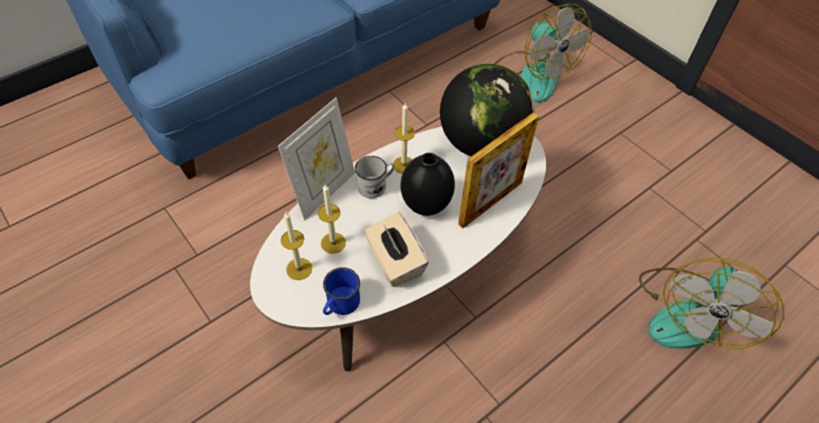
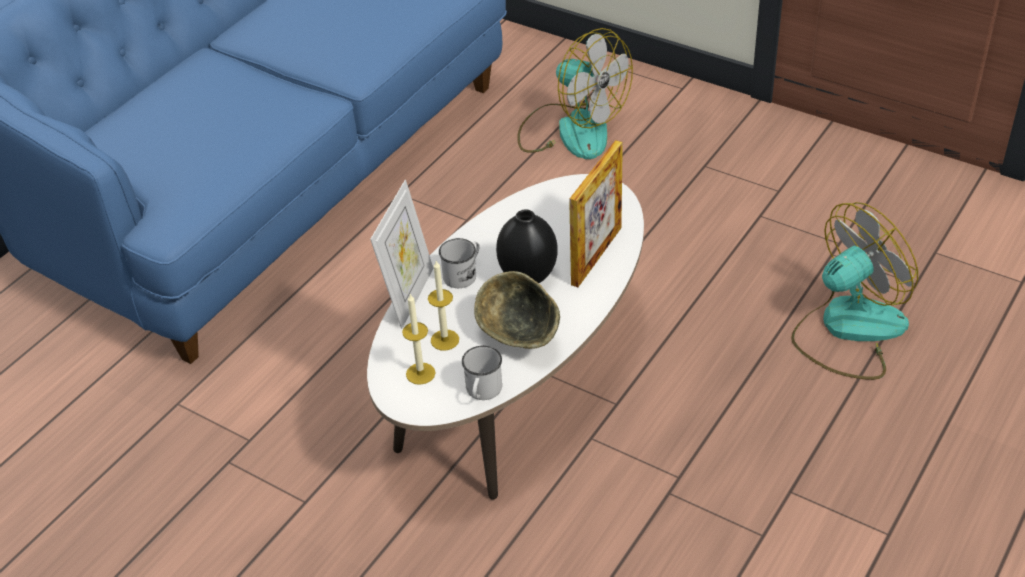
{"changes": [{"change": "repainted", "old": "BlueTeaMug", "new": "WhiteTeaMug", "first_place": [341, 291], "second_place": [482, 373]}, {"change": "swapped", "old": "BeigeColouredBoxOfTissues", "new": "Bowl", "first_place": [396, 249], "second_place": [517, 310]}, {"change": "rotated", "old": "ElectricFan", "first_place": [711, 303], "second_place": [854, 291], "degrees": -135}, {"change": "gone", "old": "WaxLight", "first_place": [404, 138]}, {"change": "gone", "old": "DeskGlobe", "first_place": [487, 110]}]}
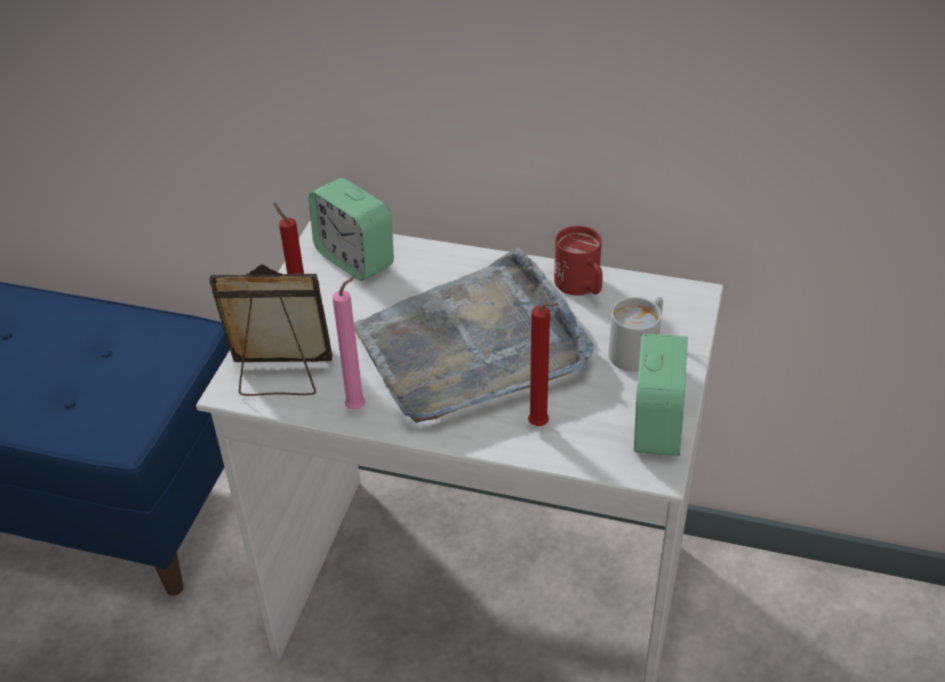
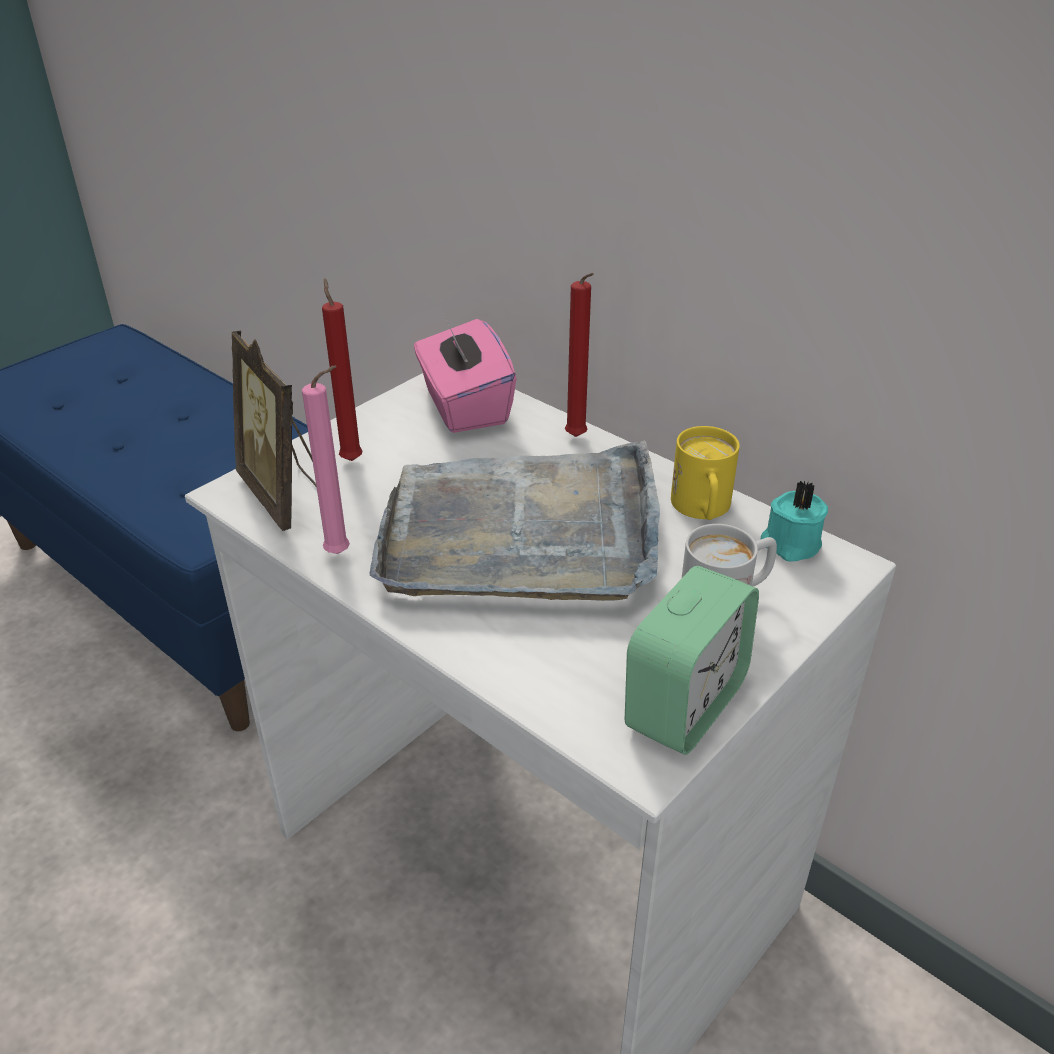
{"changes": [{"change": "rotated", "old": "StandingFrame", "first_place": [270, 330], "second_place": [274, 431], "degrees": -150}, {"change": "swapped", "old": "AlarmClock", "new": "PinkColouredBoxOfTissues", "first_place": [351, 229], "second_place": [465, 372]}, {"change": "shifted", "old": "ReddishWaxLight", "first_place": [543, 364], "second_place": [579, 355]}, {"change": "repainted", "old": "ReddishTeaMug", "new": "YellowishTeaMug", "first_place": [578, 260], "second_place": [705, 473]}, {"change": "new", "new": "TurquoiseWaxLight", "second_place": [794, 521]}]}
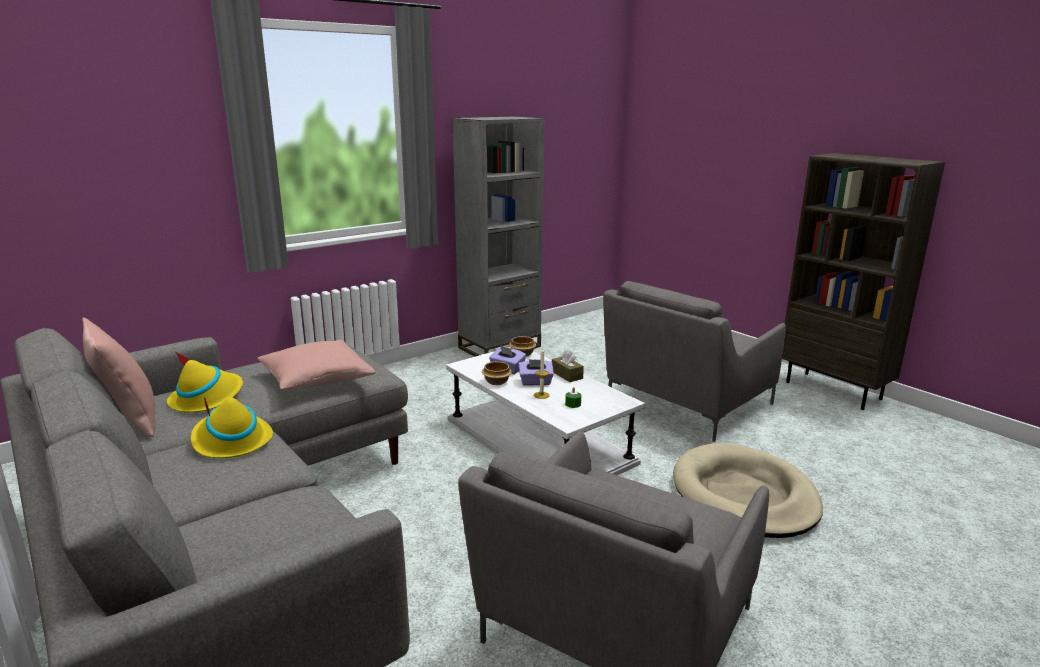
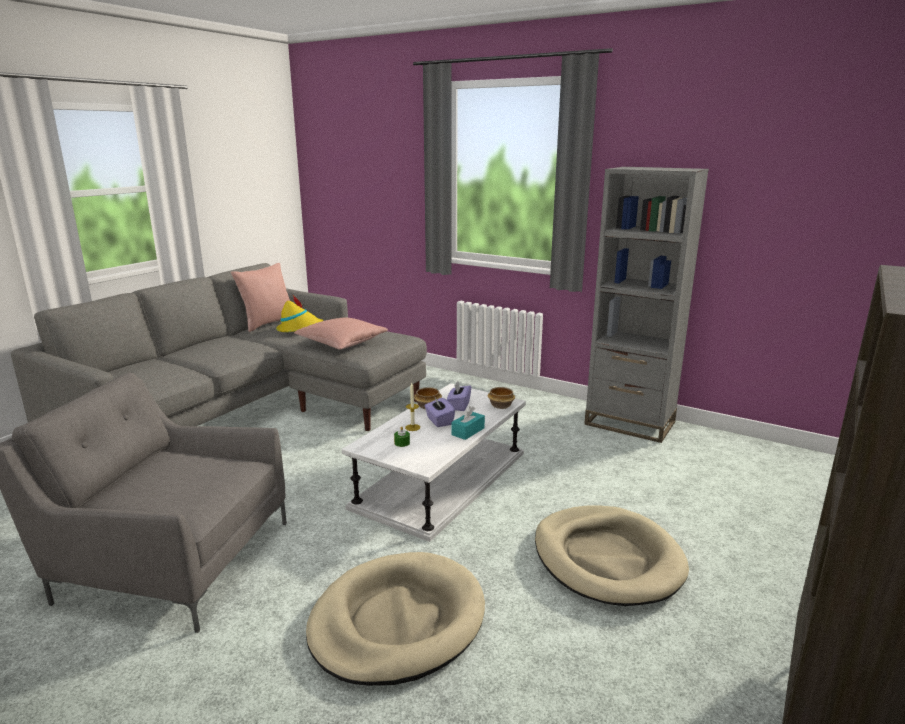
{"changes": [{"change": "repainted", "old": "BrownBoxOfTissues", "new": "TurquoiseBoxOfTissues", "first_place": [568, 366], "second_place": [468, 423]}, {"change": "swapped", "old": "GreyArmchair", "new": "BeigeColouredPetBed", "first_place": [694, 361], "second_place": [612, 555]}, {"change": "gone", "old": "YellowishWearableHat", "first_place": [232, 427]}]}
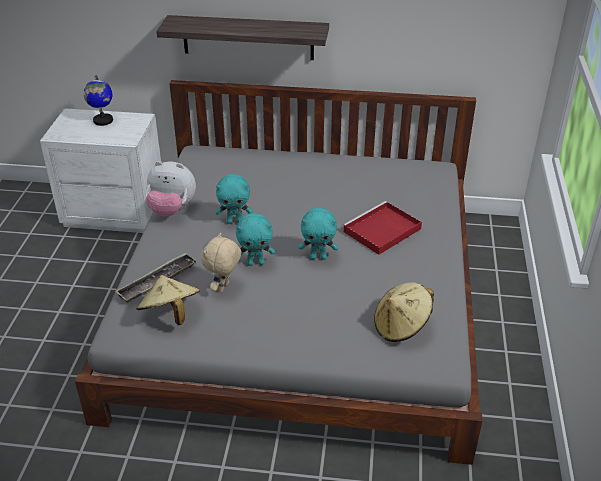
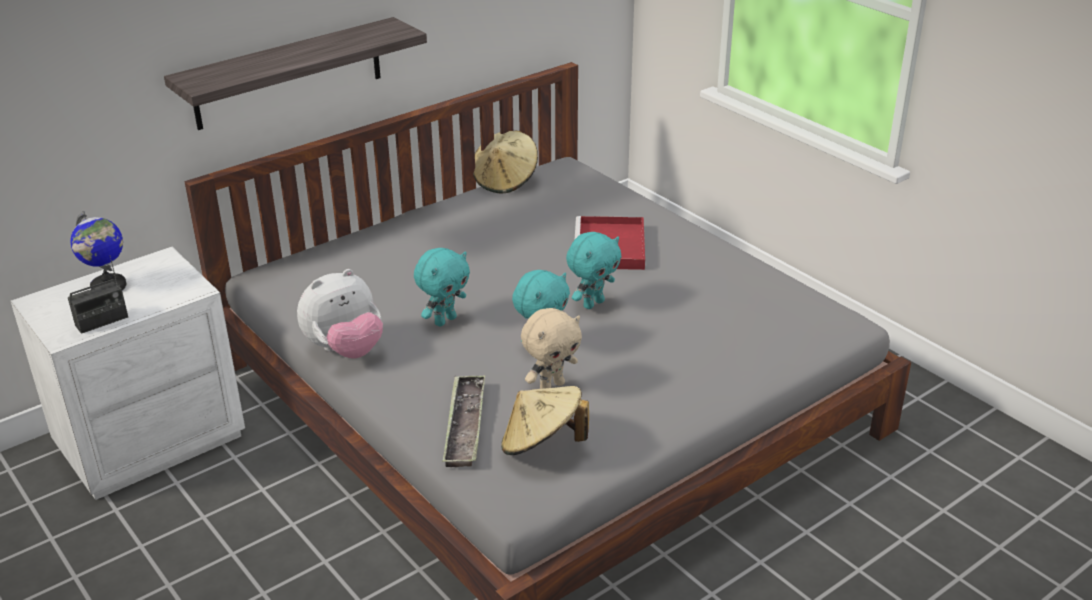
{"changes": [{"change": "new", "new": "RadioSet", "second_place": [98, 294]}, {"change": "shifted", "old": "BeigeColouredWearableHat", "first_place": [404, 312], "second_place": [505, 161]}, {"change": "rotated", "old": "BeigeColouredSoftToy", "first_place": [221, 262], "second_place": [551, 348], "degrees": -105}]}
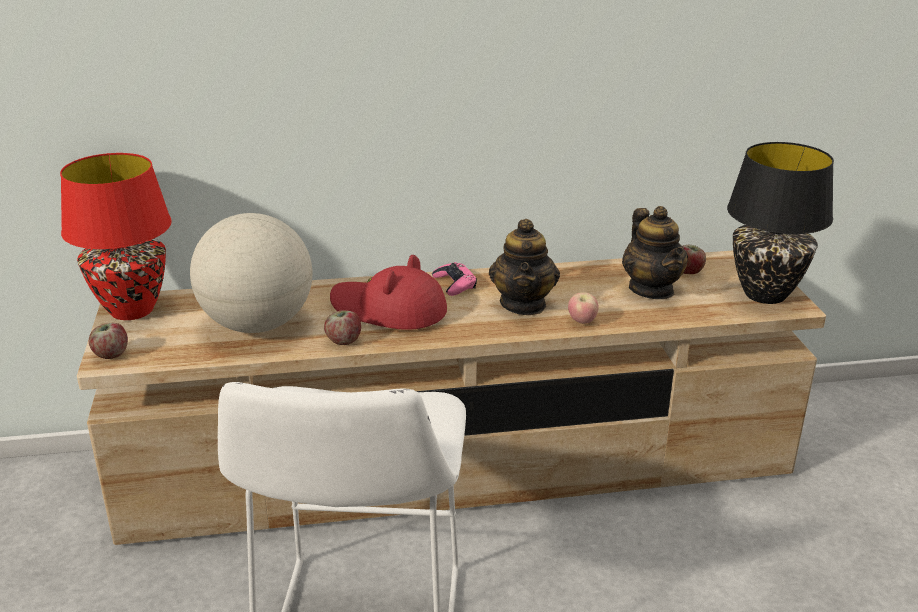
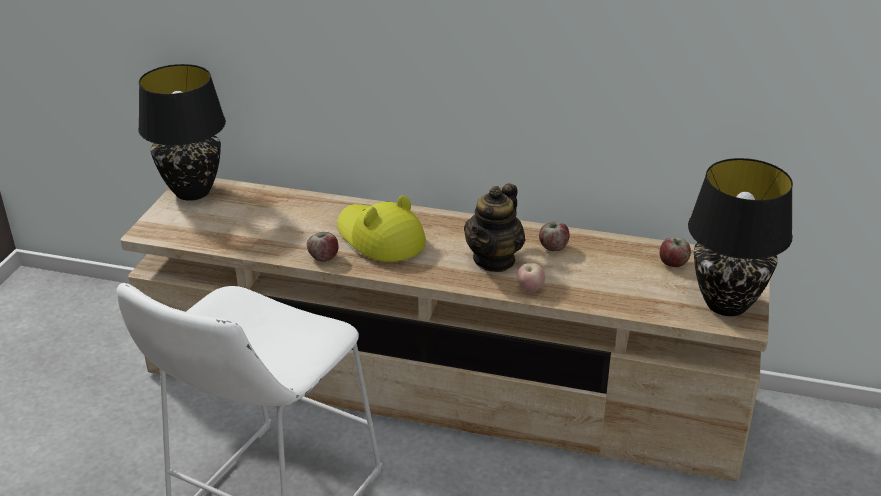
{"changes": [{"change": "repainted", "old": "ReddishTabletopLamp", "new": "BlackishTabletopLamp", "first_place": [116, 236], "second_place": [182, 132]}, {"change": "repainted", "old": "ReddishWearableHat", "new": "YellowishWearableHat", "first_place": [388, 292], "second_place": [381, 229]}, {"change": "shifted", "old": "AppleFruit", "first_place": [108, 341], "second_place": [554, 236]}, {"change": "gone", "old": "DeskGlobe", "first_place": [251, 273]}, {"change": "gone", "old": "PinkColouredGameController", "first_place": [454, 279]}, {"change": "gone", "old": "TeaPot", "first_place": [655, 252]}]}
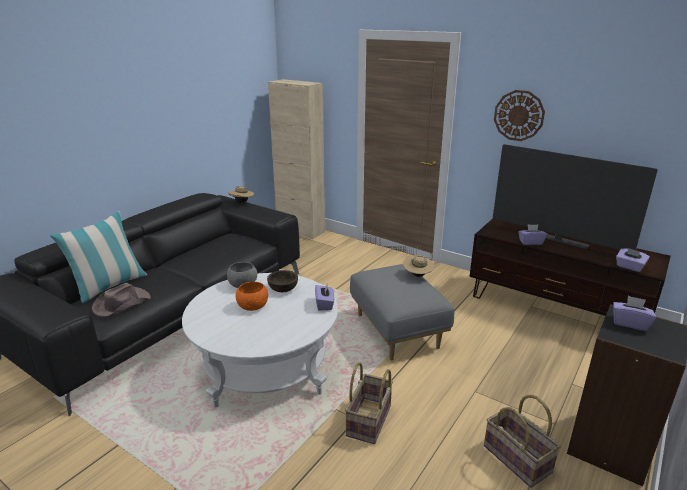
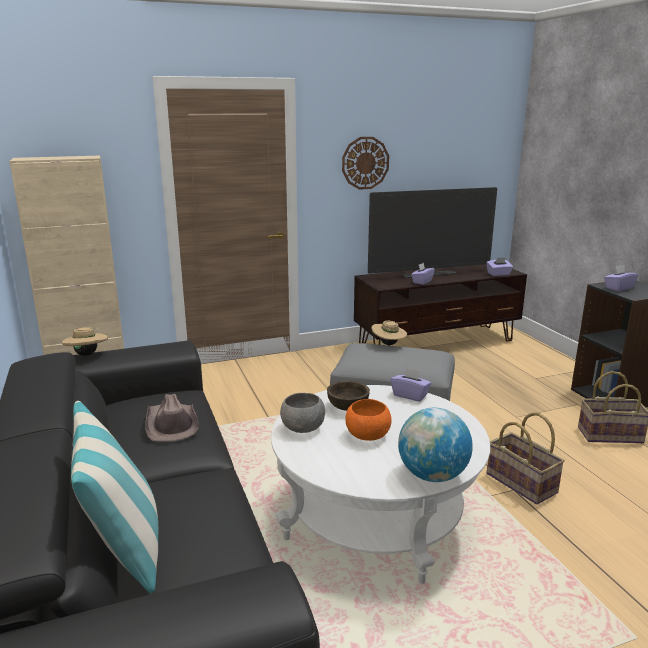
{"changes": [{"change": "shifted", "old": "BrownWearableHat", "first_place": [121, 300], "second_place": [171, 418]}, {"change": "new", "new": "DeskGlobe", "second_place": [435, 445]}]}
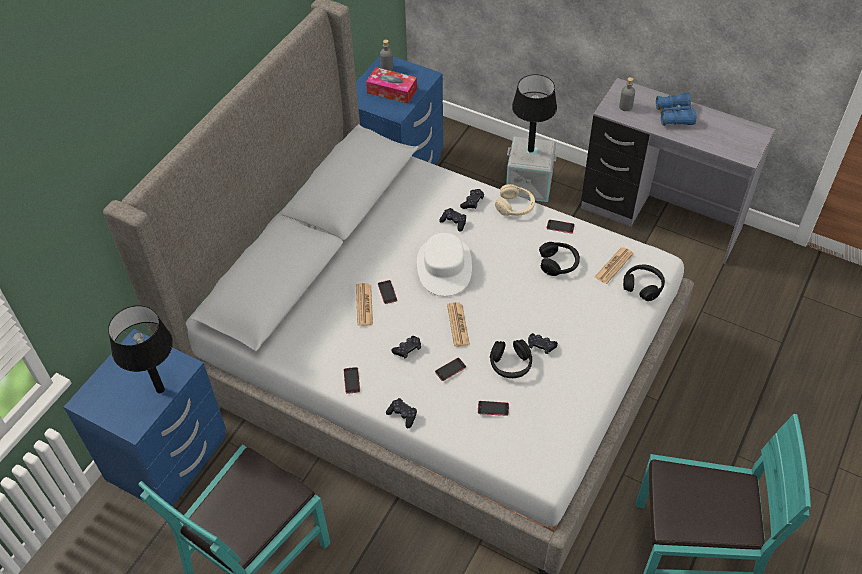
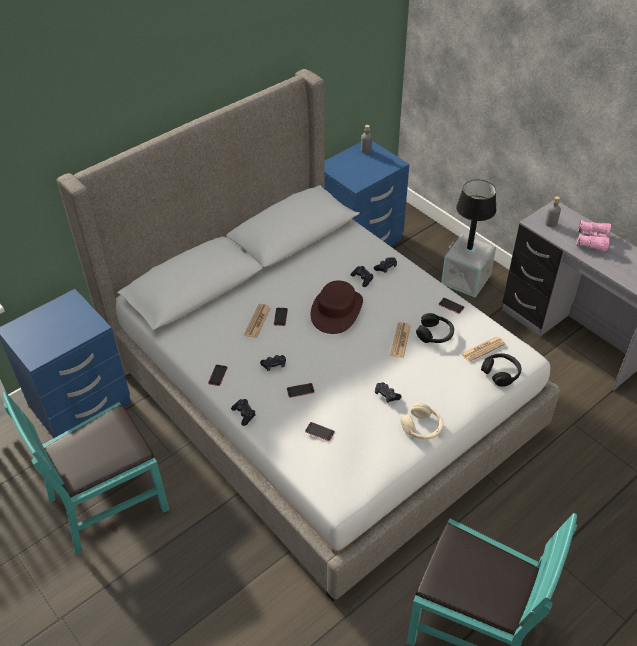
{"changes": [{"change": "repainted", "old": "WhiteWearableHat", "new": "BrownWearableHat", "first_place": [444, 264], "second_place": [337, 307]}, {"change": "shifted", "old": "PrintedPaper", "first_place": [458, 324], "second_place": [400, 340]}, {"change": "shifted", "old": "BeigeColouredHeadset", "first_place": [515, 200], "second_place": [421, 421]}, {"change": "repainted", "old": "BluePairOfBinoculars", "new": "PinkColouredPairOfBinoculars", "first_place": [676, 109], "second_place": [594, 236]}, {"change": "gone", "old": "BlackishTabletopLamp", "first_place": [140, 349]}, {"change": "gone", "old": "BoxOfTissues", "first_place": [391, 85]}, {"change": "gone", "old": "BlackishHeadset", "first_place": [511, 359]}]}
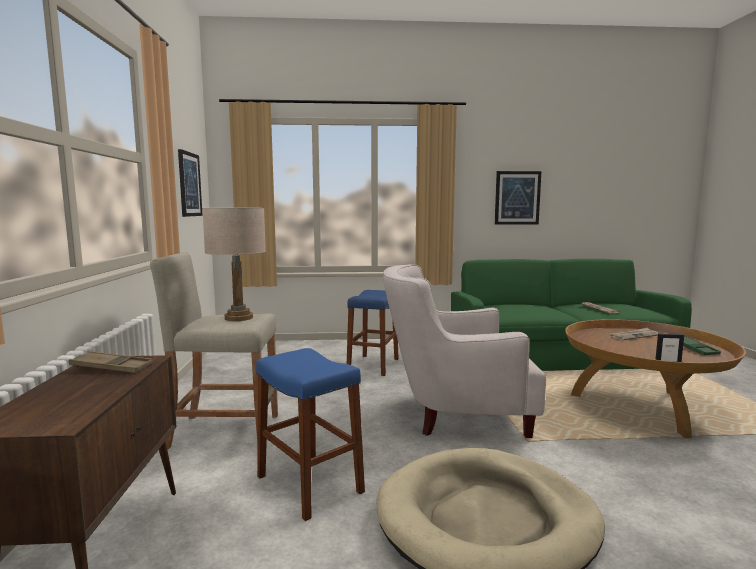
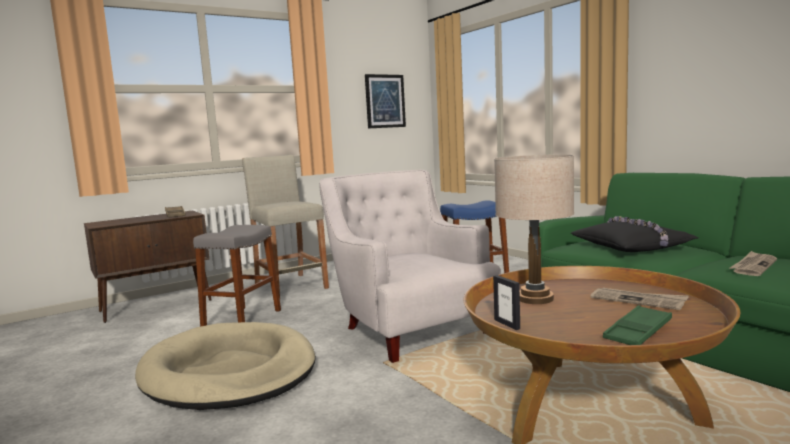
{"changes": [{"change": "repainted", "old": "BlueStoolSeat", "new": "GreyStoolSeat", "first_place": [310, 434], "second_place": [237, 276]}, {"change": "shifted", "old": "BeigeColouredTabletopLamp", "first_place": [234, 264], "second_place": [534, 229]}, {"change": "new", "new": "BlackishCushion", "second_place": [634, 234]}, {"change": "gone", "old": "Picture", "first_place": [518, 198]}]}
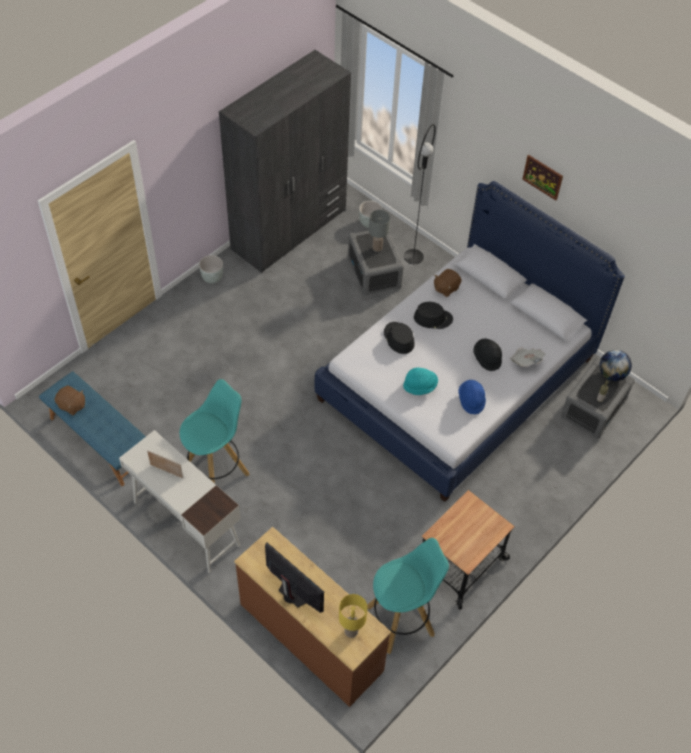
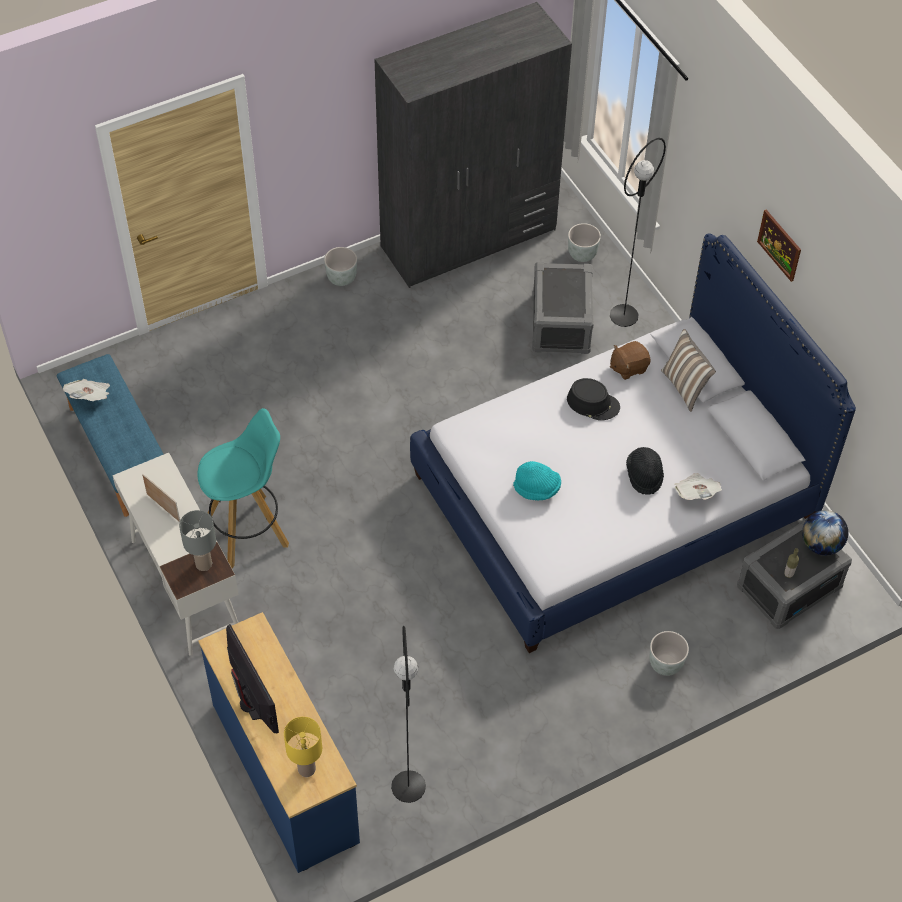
{"changes": [{"change": "swapped", "old": "BrownSoftToy", "new": "PrintedPaper", "first_place": [69, 400], "second_place": [86, 390]}, {"change": "shifted", "old": "GreyTabletopLamp", "first_place": [379, 231], "second_place": [197, 540]}, {"change": "repainted", "old": "BrownDresser", "new": "BlueDresser", "first_place": [312, 617], "second_place": [279, 742]}, {"change": "swapped", "old": "TurquoiseStoolSeat", "new": "BlackishFloorLamp", "first_place": [408, 596], "second_place": [408, 714]}, {"change": "new", "new": "GreyFlowerPot", "second_place": [669, 653]}, {"change": "new", "new": "Cushion", "second_place": [688, 370]}, {"change": "gone", "old": "BlackishWearableHat", "first_place": [399, 338]}, {"change": "gone", "old": "Trolley", "first_place": [468, 550]}, {"change": "gone", "old": "BlueWearableHat", "first_place": [472, 397]}]}
